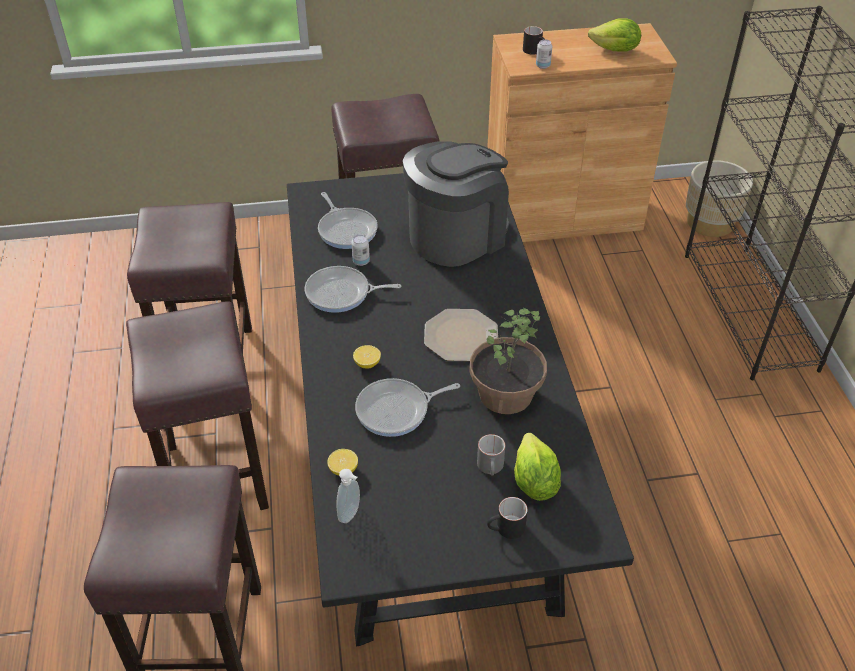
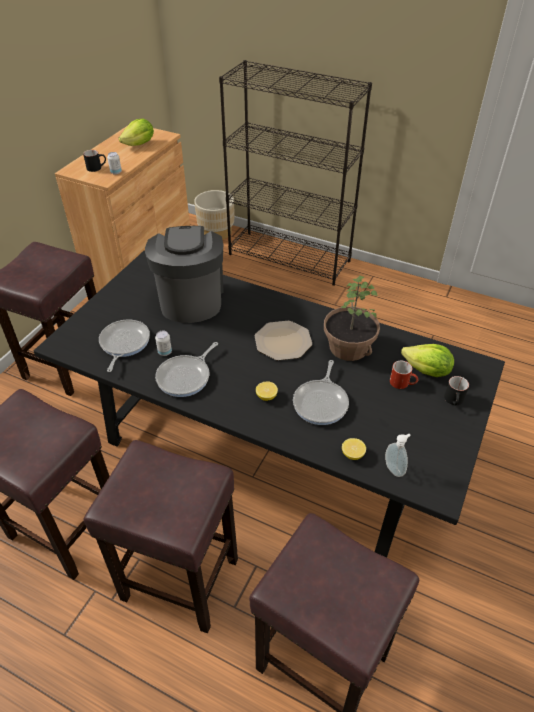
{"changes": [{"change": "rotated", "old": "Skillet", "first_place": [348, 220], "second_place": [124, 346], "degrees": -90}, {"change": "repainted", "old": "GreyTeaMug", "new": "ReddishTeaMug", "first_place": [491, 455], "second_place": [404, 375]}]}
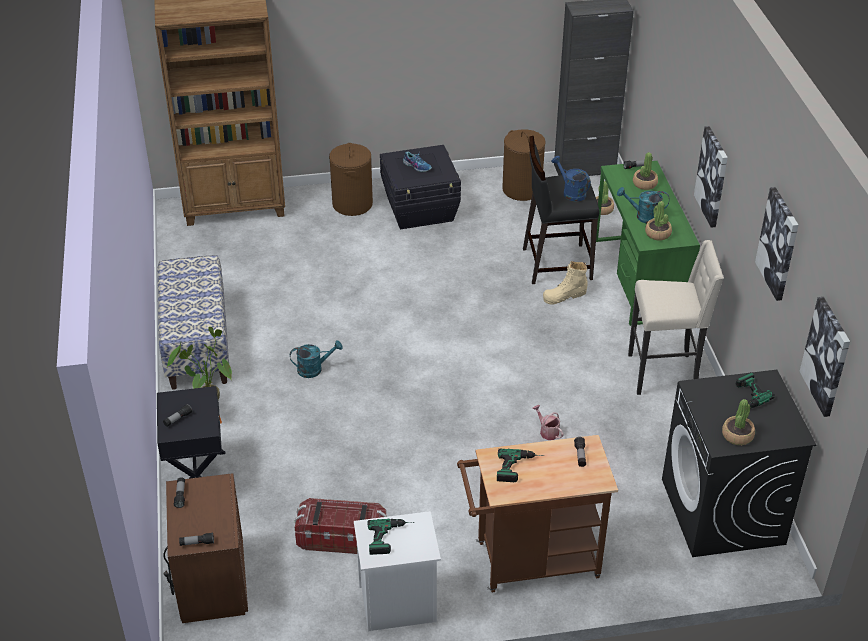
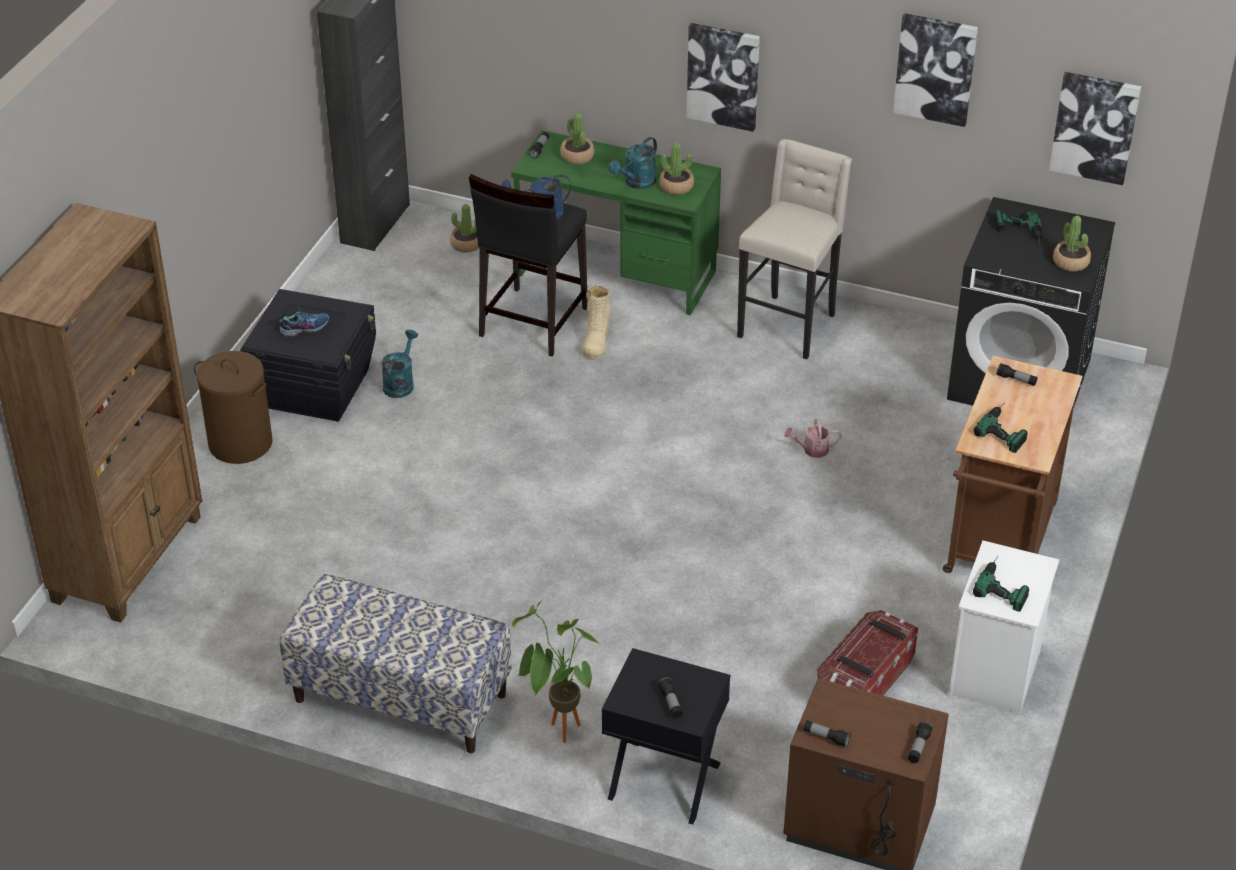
{"changes": [{"change": "shifted", "old": "TurquoiseSprinklingCan", "first_place": [316, 359], "second_place": [400, 364]}, {"change": "gone", "old": "BrownLaundryBasket", "first_place": [523, 165]}]}
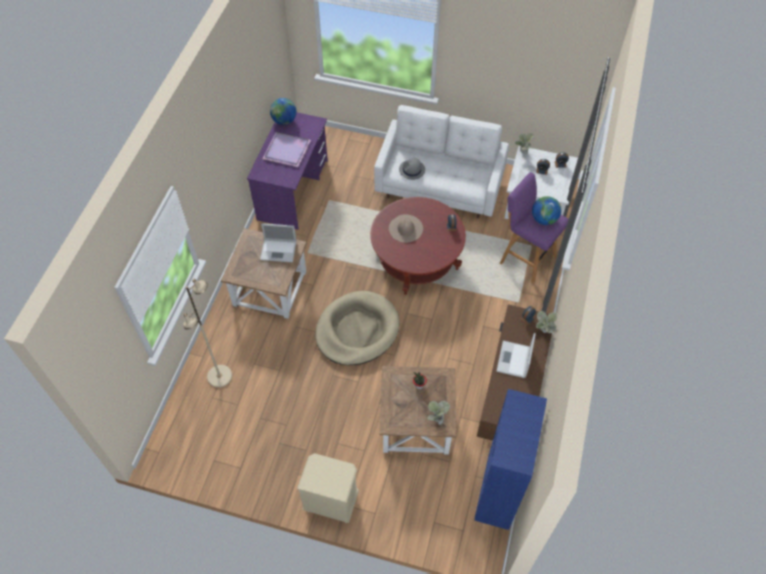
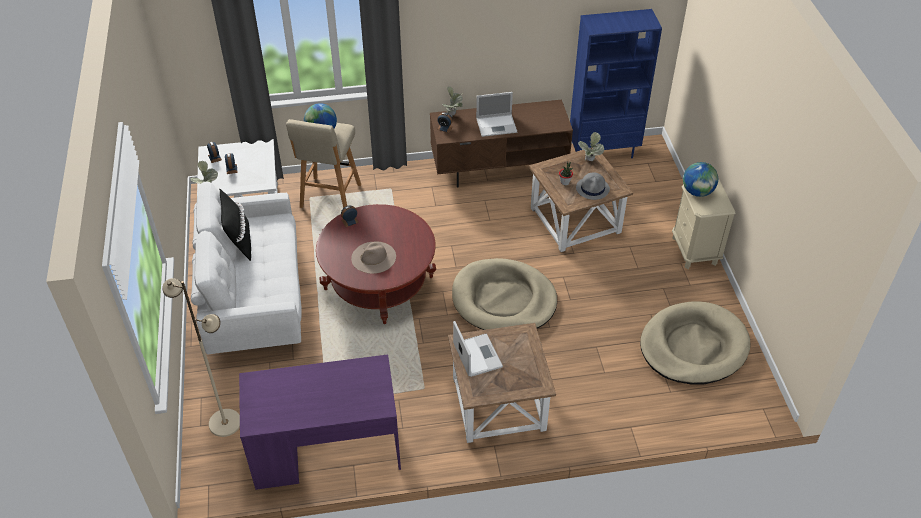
{"changes": [{"change": "shifted", "old": "BeigeColouredFloorLamp", "first_place": [207, 333], "second_place": [201, 357]}, {"change": "new", "new": "BlackishCushion", "second_place": [235, 224]}, {"change": "repainted", "old": "PurpleStoolSeat", "new": "BeigeColouredStoolSeat", "first_place": [534, 228], "second_place": [323, 163]}, {"change": "shifted", "old": "GreyWearableHat", "first_place": [412, 169], "second_place": [593, 186]}, {"change": "new", "new": "BeigeColouredPetBed", "second_place": [695, 343]}, {"change": "shifted", "old": "DeskGlobe", "first_place": [283, 111], "second_place": [700, 179]}, {"change": "gone", "old": "PurpleServingTray", "first_place": [286, 149]}]}
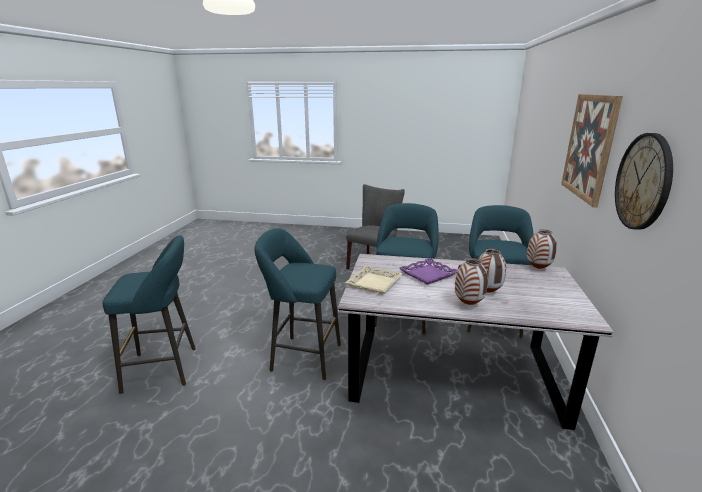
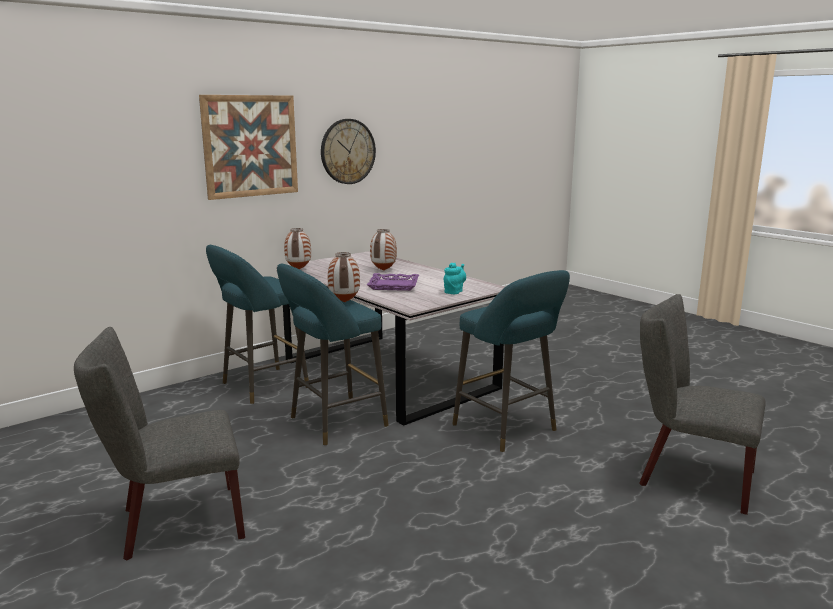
{"changes": [{"change": "shifted", "old": "Vase", "first_place": [471, 281], "second_place": [344, 277]}, {"change": "swapped", "old": "BeigeColouredServingTray", "new": "TurquoiseTeaPot", "first_place": [374, 279], "second_place": [455, 278]}, {"change": "swapped", "old": "TurquoiseStoolSeat", "new": "GreyUprightChair", "first_place": [149, 314], "second_place": [702, 404]}]}
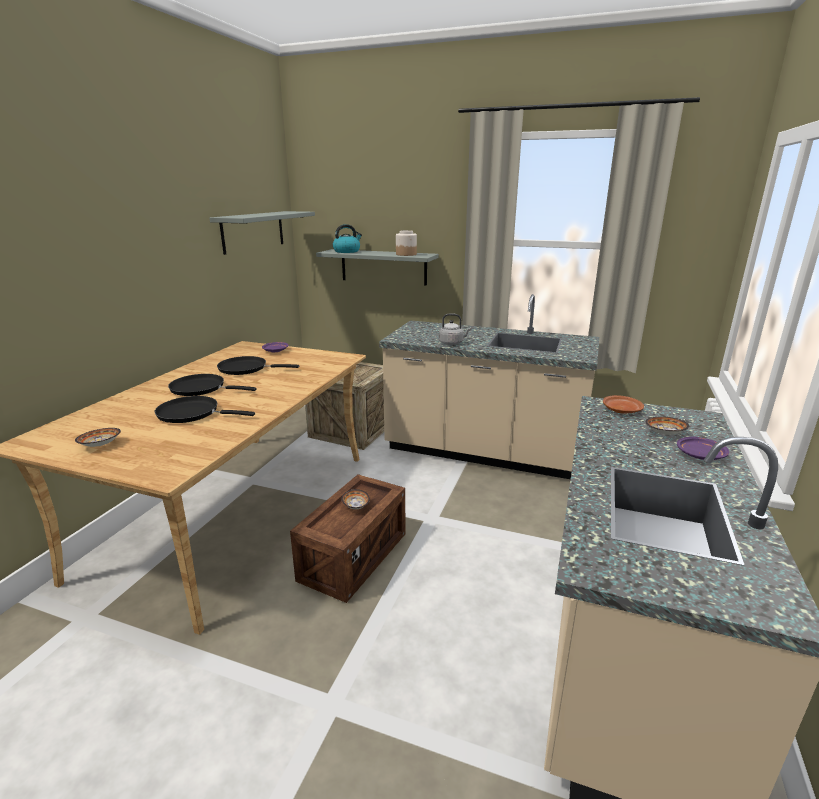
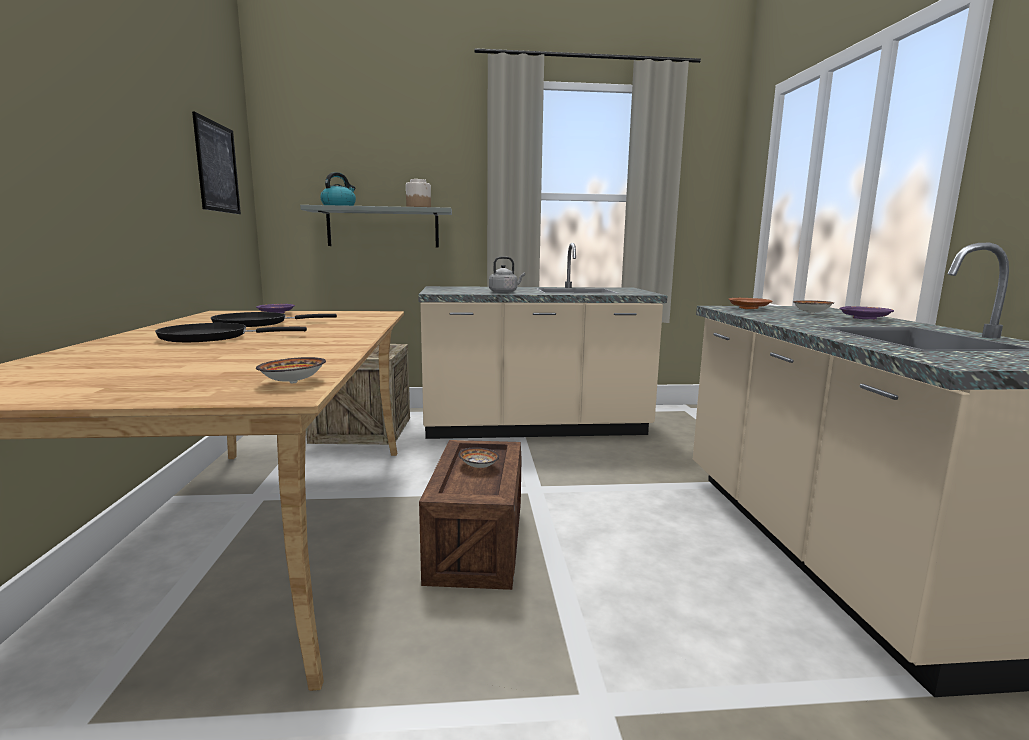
{"changes": [{"change": "swapped", "old": "GreyWallShelf", "new": "Picture", "first_place": [262, 233], "second_place": [216, 162]}, {"change": "shifted", "old": "Bowl", "first_place": [98, 437], "second_place": [291, 370]}, {"change": "gone", "old": "BlackishSkillet", "first_place": [205, 409]}]}
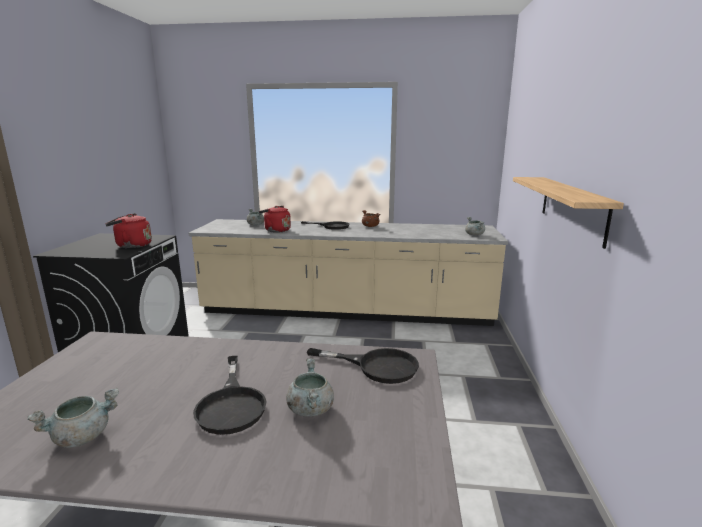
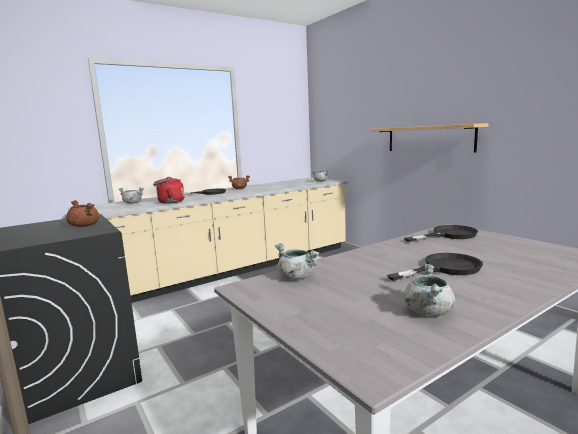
{"changes": [{"change": "swapped", "old": "ReddishTeaKettle", "new": "BrownSaucepot", "first_place": [128, 230], "second_place": [82, 213]}, {"change": "shifted", "old": "GreySaucepot", "first_place": [310, 387], "second_place": [297, 261]}, {"change": "rotated", "old": "BlackishSkillet", "first_place": [230, 395], "second_place": [435, 267], "degrees": -60}]}
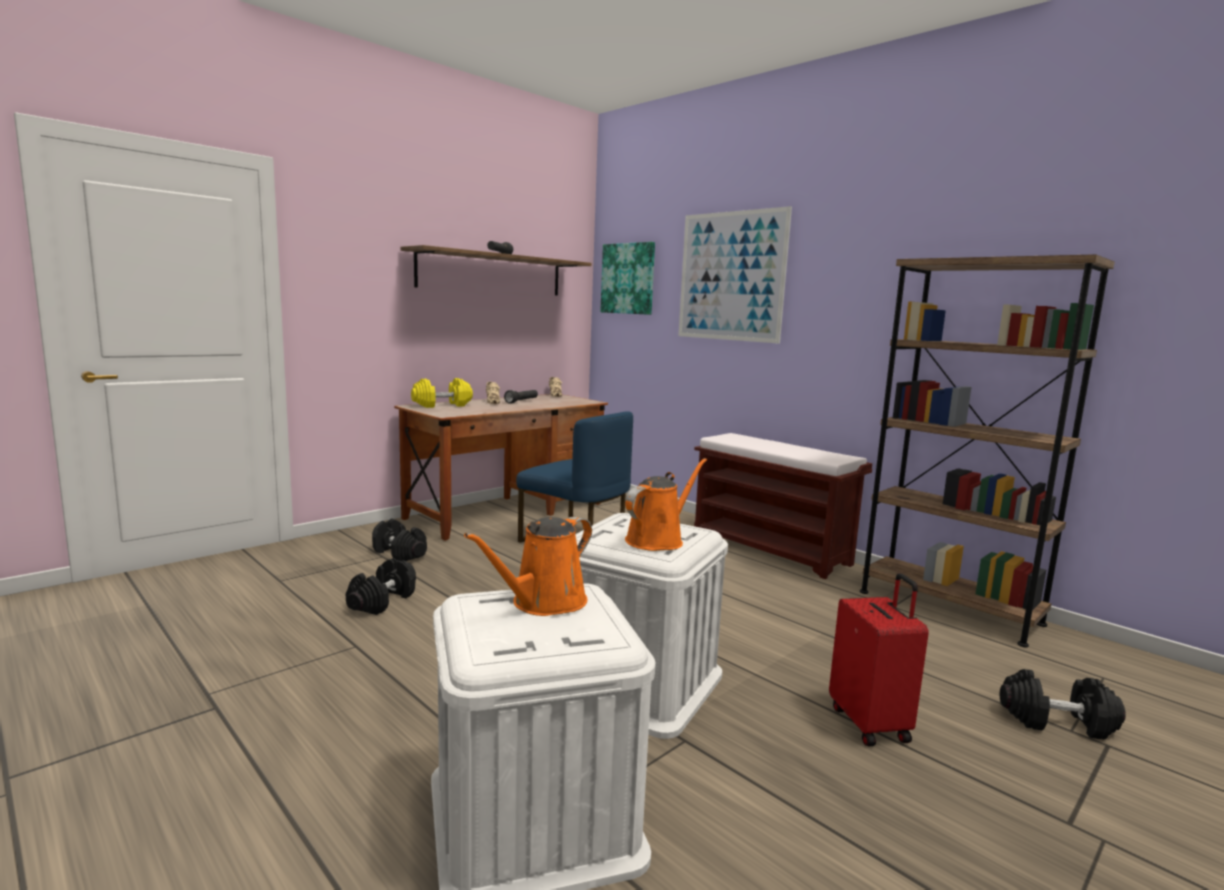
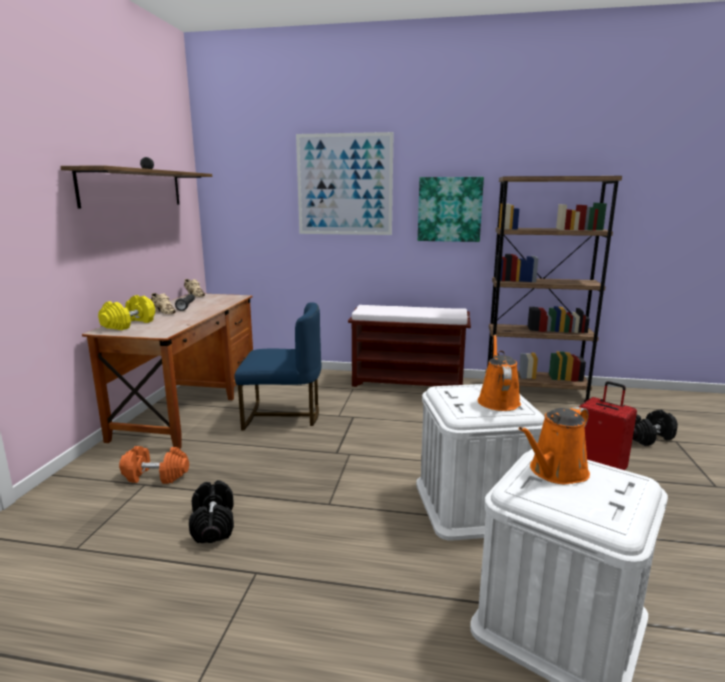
{"changes": [{"change": "repainted", "old": "BlackishHandWeight", "new": "OrangeyHandWeight", "first_place": [399, 540], "second_place": [154, 465]}, {"change": "shifted", "old": "Picture", "first_place": [627, 278], "second_place": [451, 209]}, {"change": "rotated", "old": "OrangeySprinklingCan", "first_place": [528, 566], "second_place": [554, 445], "degrees": 45}]}
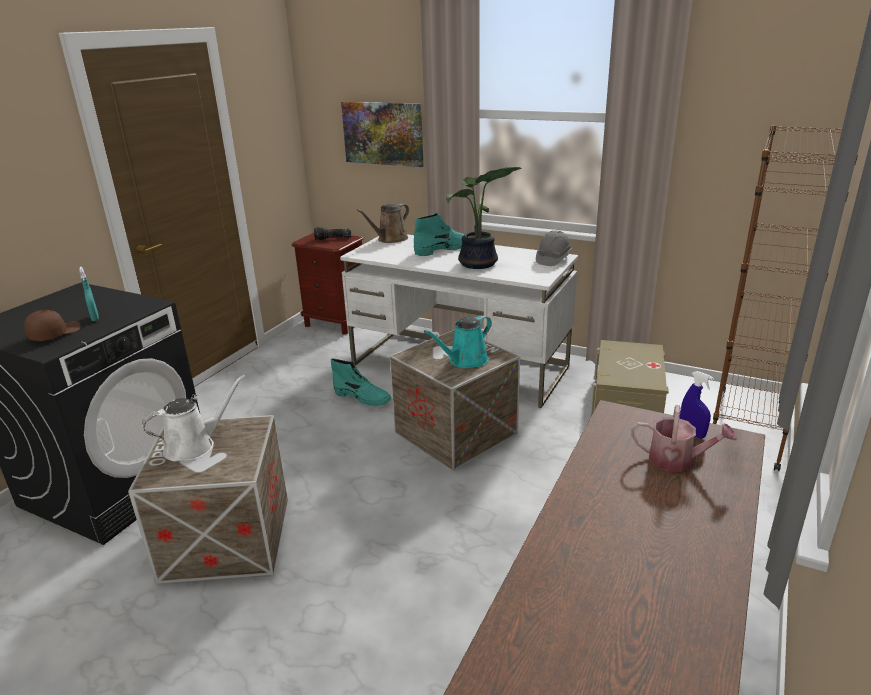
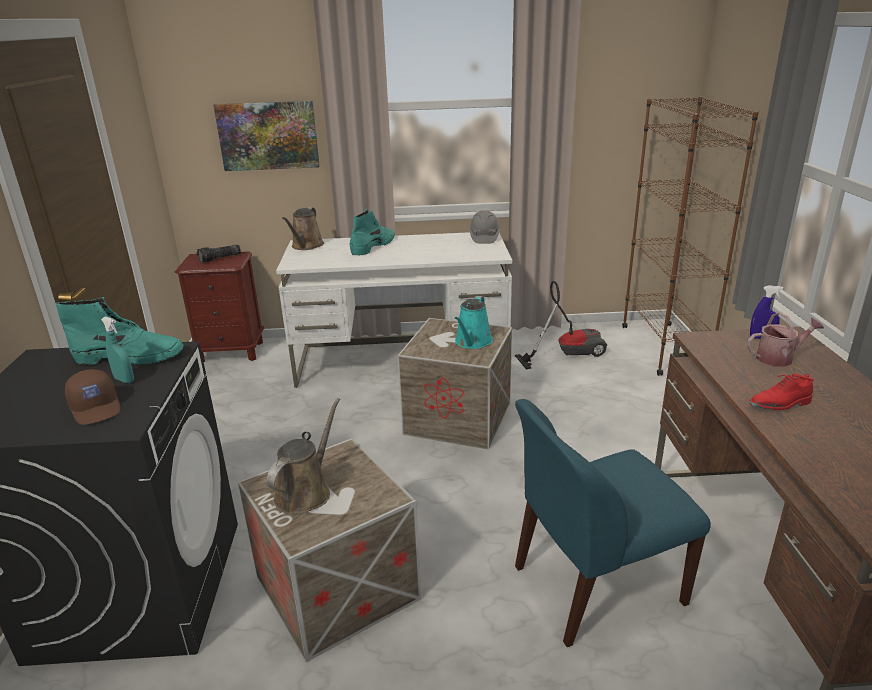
{"changes": [{"change": "shifted", "old": "TurquoiseTallBoot", "first_place": [361, 382], "second_place": [119, 331]}, {"change": "rotated", "old": "BrownBaseballCap", "first_place": [52, 325], "second_place": [93, 397], "degrees": 150}, {"change": "repainted", "old": "WhiteSprinklingCan", "new": "BrownSprinklingCan", "first_place": [193, 418], "second_place": [303, 456]}, {"change": "swapped", "old": "BeigeColouredStorageBox", "new": "Hoover", "first_place": [629, 378], "second_place": [561, 325]}, {"change": "new", "new": "BlueUprightChair", "second_place": [613, 523]}, {"change": "new", "new": "ReddishLowShoe", "second_place": [781, 392]}, {"change": "gone", "old": "PottedPlant", "first_place": [483, 218]}]}
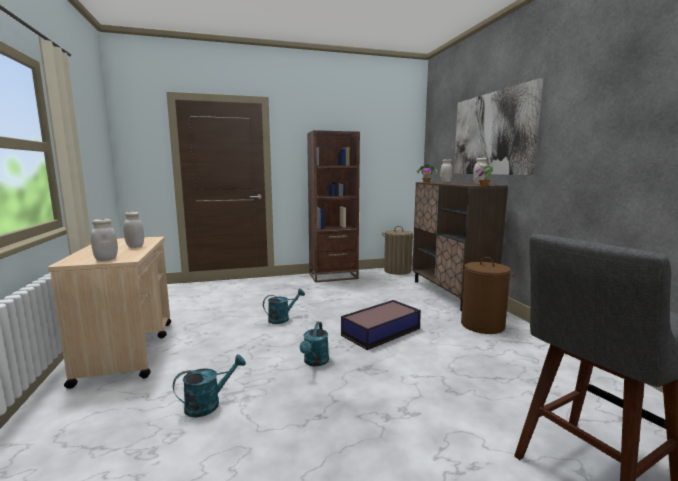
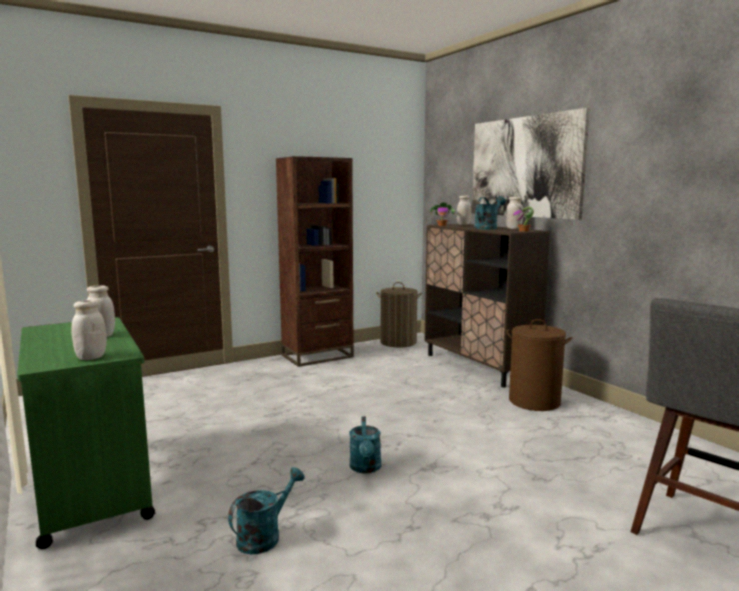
{"changes": [{"change": "repainted", "old": "BeigeColouredTrolley", "new": "GreenColouredTrolley", "first_place": [109, 312], "second_place": [86, 433]}, {"change": "shifted", "old": "TurquoiseSprinklingCan", "first_place": [284, 306], "second_place": [490, 213]}, {"change": "gone", "old": "StorageBox", "first_place": [381, 325]}]}
